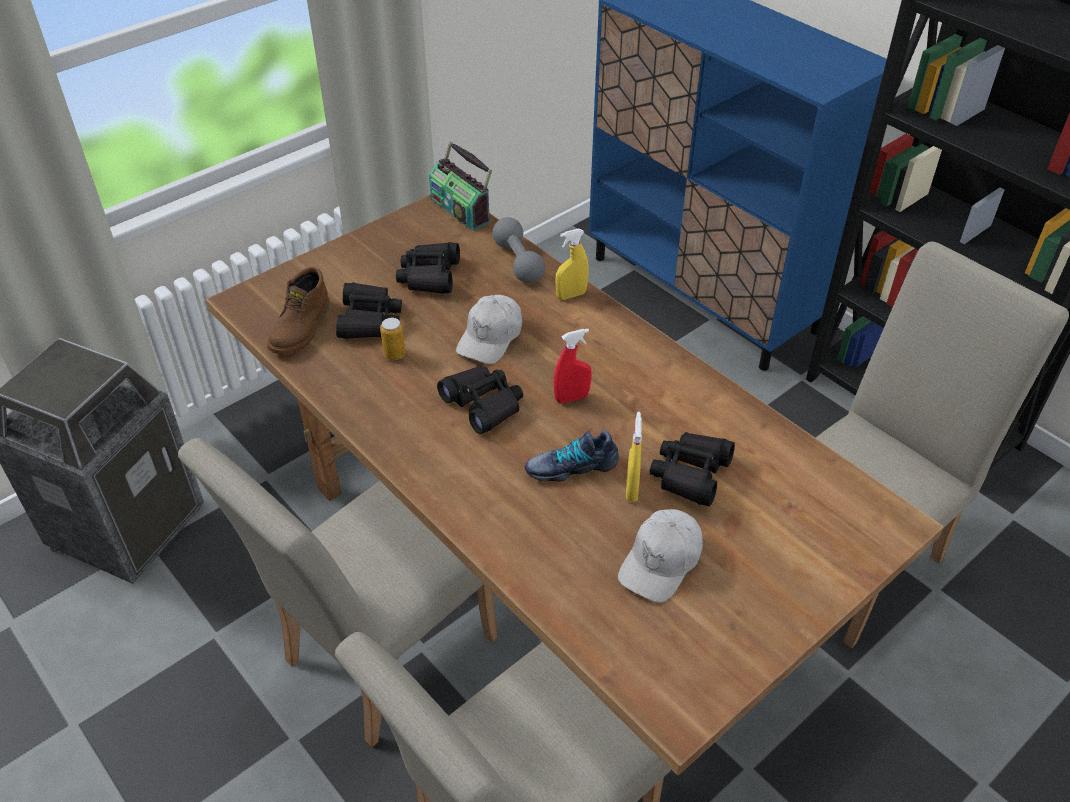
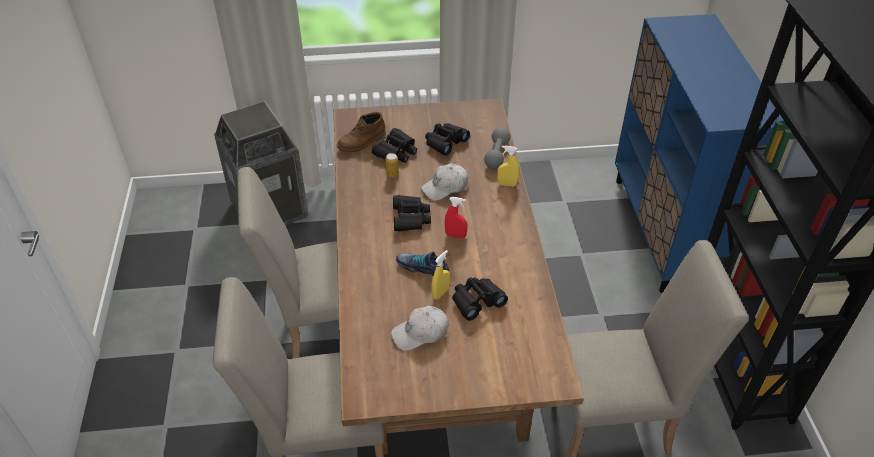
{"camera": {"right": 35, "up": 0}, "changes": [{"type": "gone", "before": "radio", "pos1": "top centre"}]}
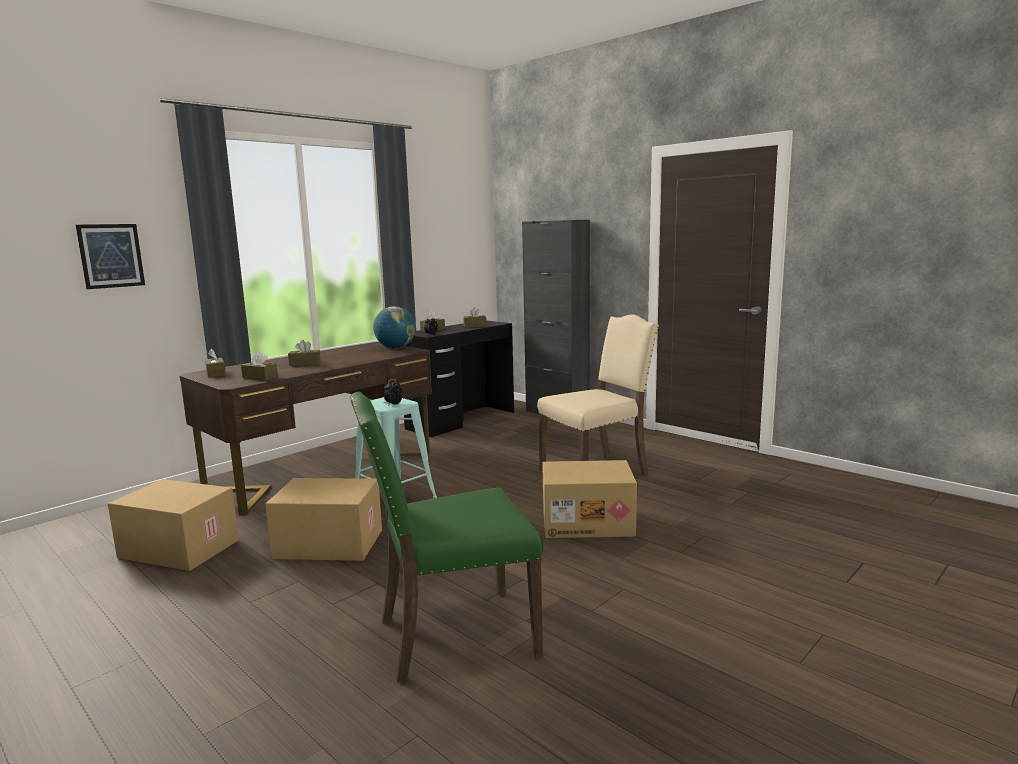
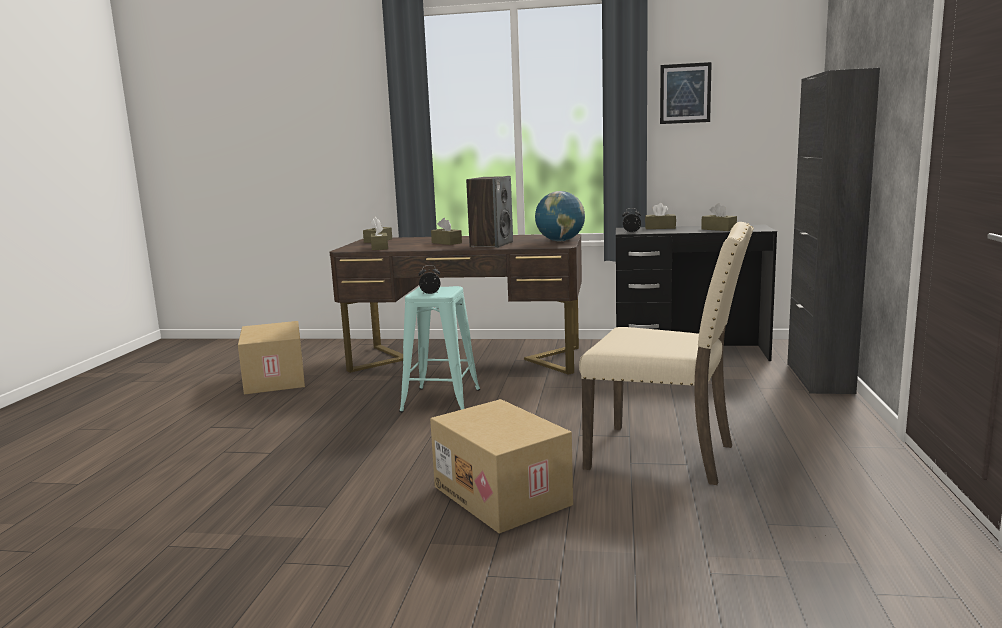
{"camera": {"right": 55, "up": 0}, "changes": [{"type": "new", "after": "speaker", "pos2": "centre"}, {"type": "shifted", "before": "picture", "pos1": "middle left", "pos2": "top right"}, {"type": "gone", "before": "cardboard box (no. 2 from left)", "pos1": "bottom left"}, {"type": "gone", "before": "green chair", "pos1": "bottom centre"}]}
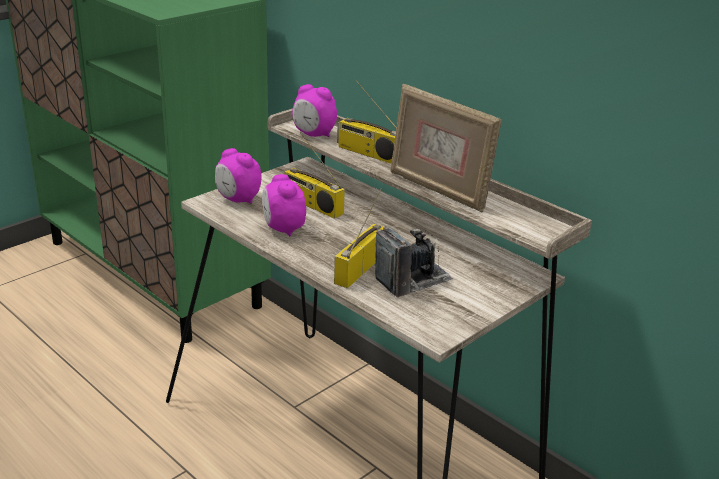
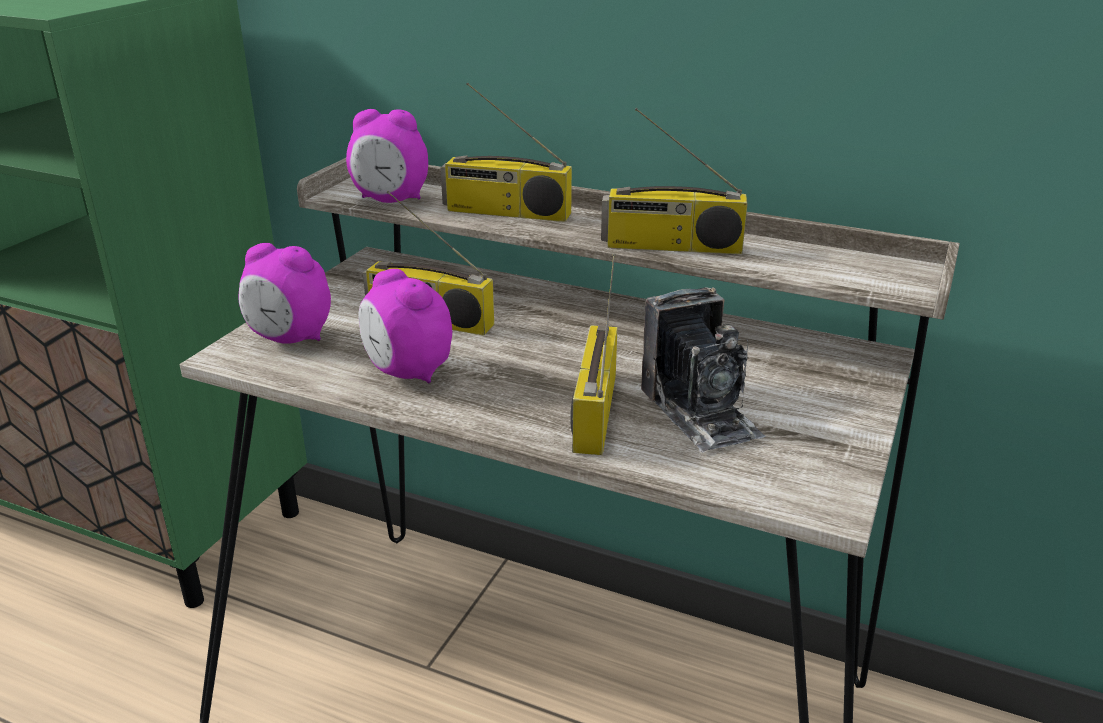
{"camera": {"right": -20, "up": 0}, "changes": [{"type": "swapped", "before": "picture frame", "after": "radio (no. 4 from left)", "pos1": "top centre", "pos2": "top centre"}, {"type": "rotated", "before": "photo camera", "pos1": "centre", "pos2": "centre", "turn": 120}]}
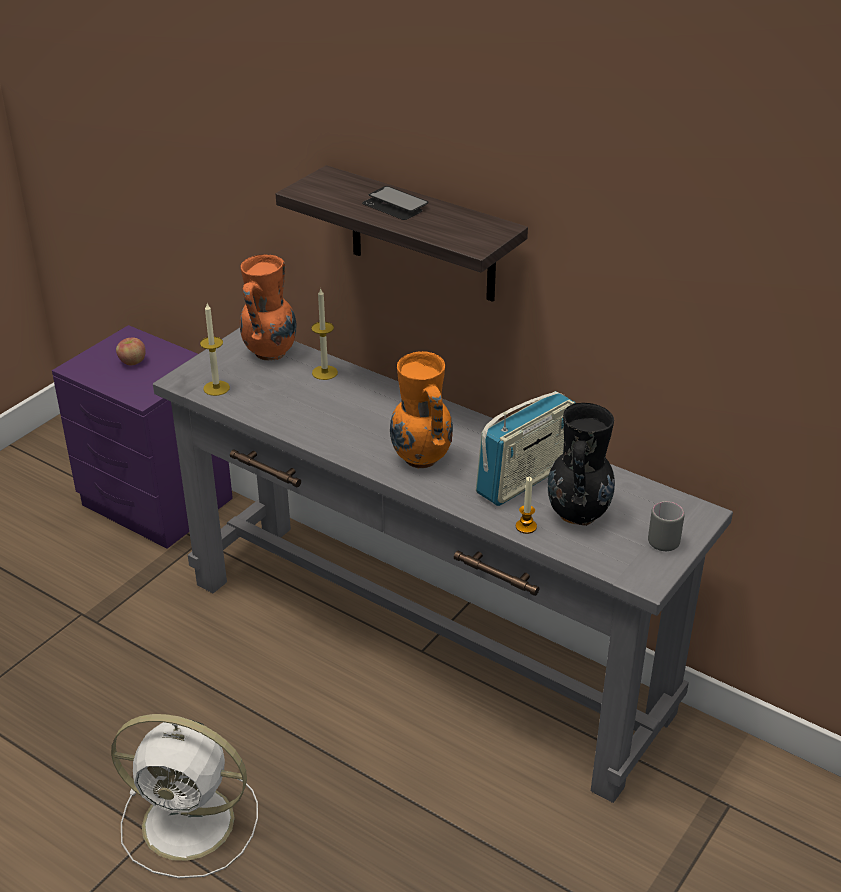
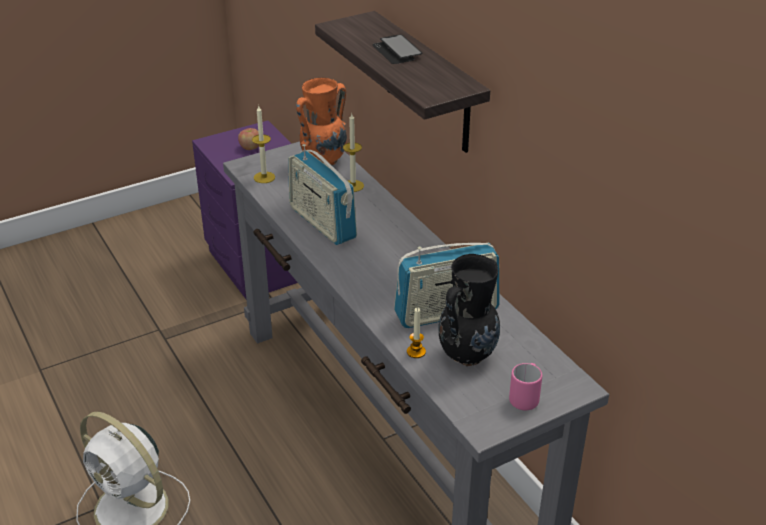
{"camera": {"right": 25, "up": 0}, "changes": [{"type": "new", "after": "radio (no. 1 from left)", "pos2": "centre"}, {"type": "repainted", "before": "grey mug", "after": "pink mug", "pos1": "middle right", "pos2": "bottom right"}, {"type": "gone", "before": "orange vase (no. 2 from left)", "pos1": "centre"}]}
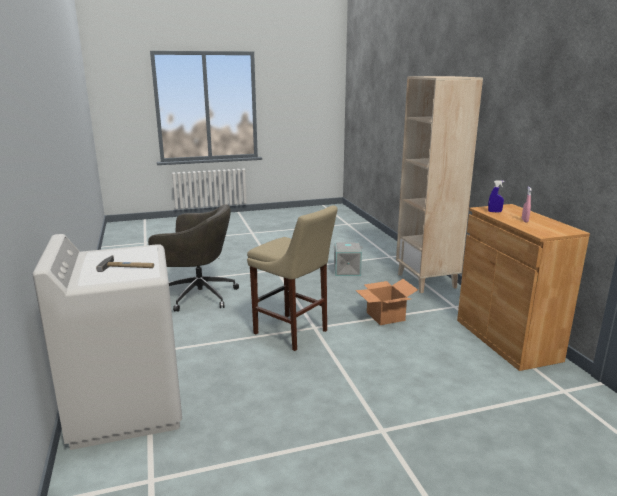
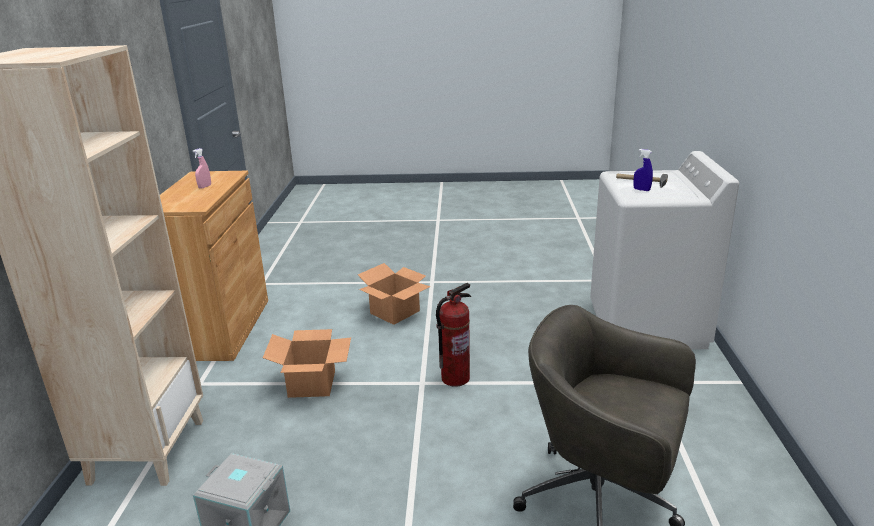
{"camera": {"right": -160, "up": 5}, "changes": [{"type": "new", "after": "cardboard box (no. 2 from left)", "pos2": "centre"}, {"type": "swapped", "before": "beige stool", "after": "fire extinguisher", "pos1": "centre", "pos2": "centre"}, {"type": "shifted", "before": "blue spray bottle", "pos1": "middle right", "pos2": "top right"}]}
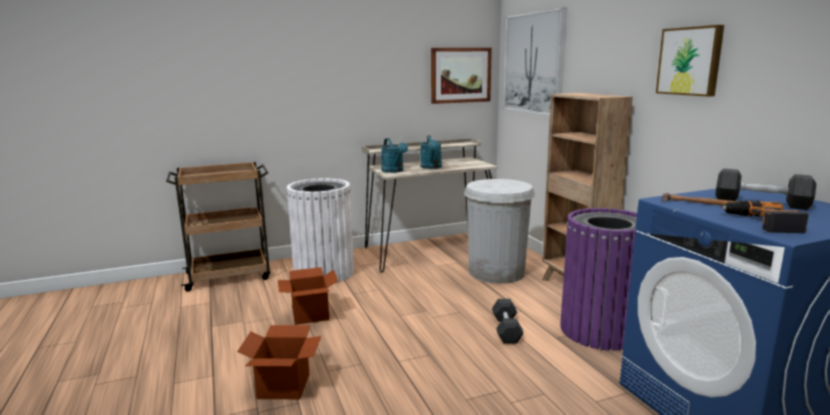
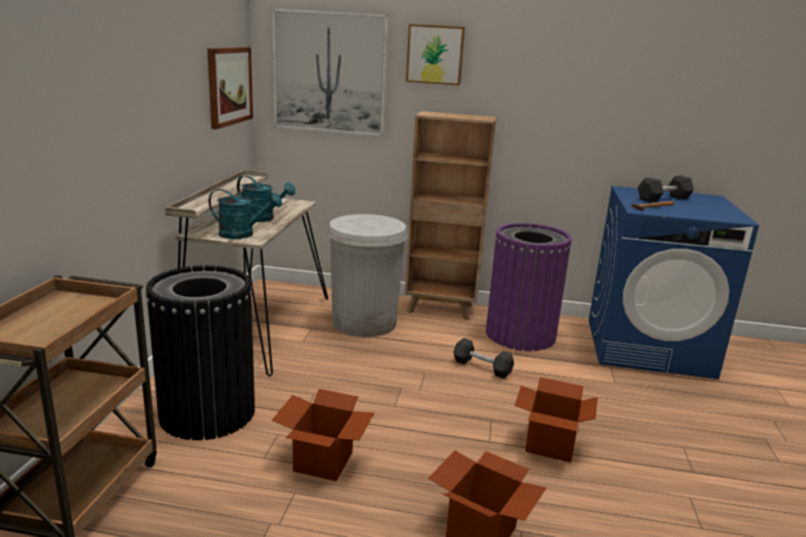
{"camera": {"right": -60, "up": 5}, "changes": [{"type": "repainted", "before": "white trash can (no. 1 from left)", "after": "black trash can", "pos1": "centre", "pos2": "middle left"}, {"type": "shifted", "before": "picture (no. 3 from left)", "pos1": "top right", "pos2": "top centre"}, {"type": "new", "after": "cardboard box (no. 3 from left)", "pos2": "bottom right"}, {"type": "gone", "before": "power drill", "pos1": "middle right"}]}
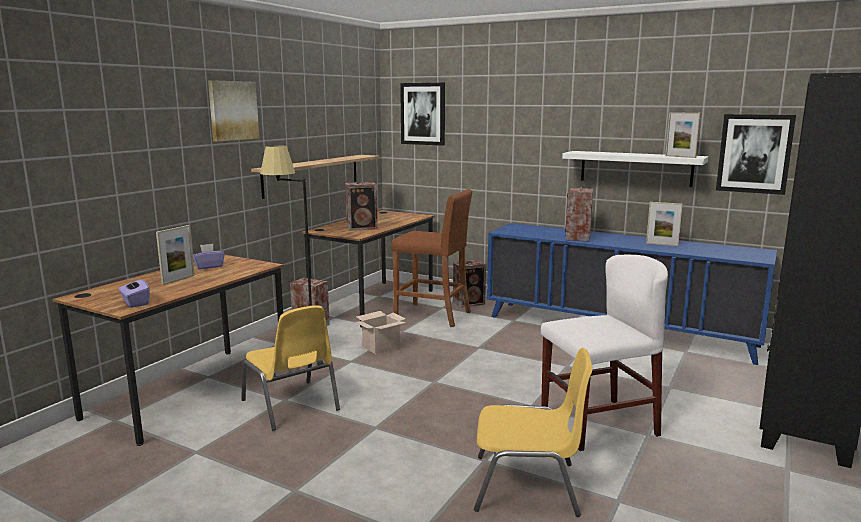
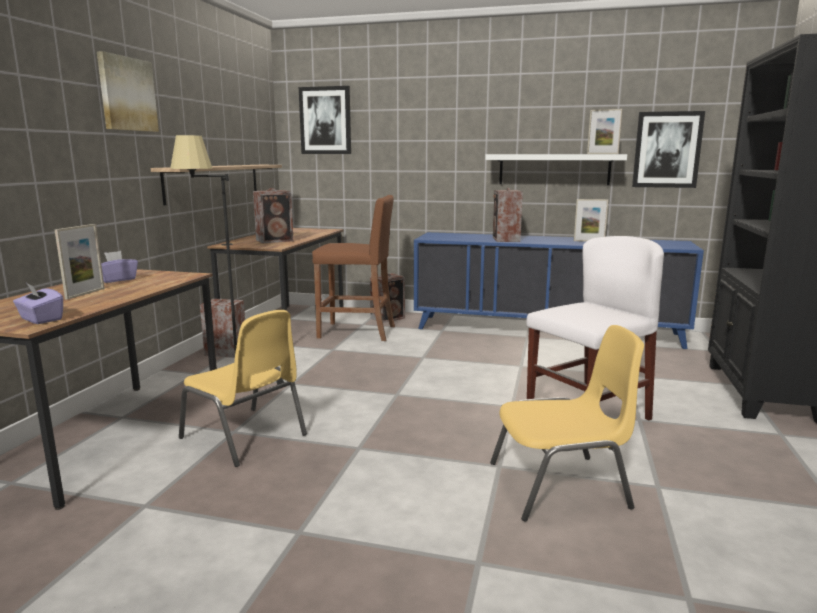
{"camera": {"right": -15, "up": 0}, "changes": [{"type": "gone", "before": "cardboard box", "pos1": "centre"}]}
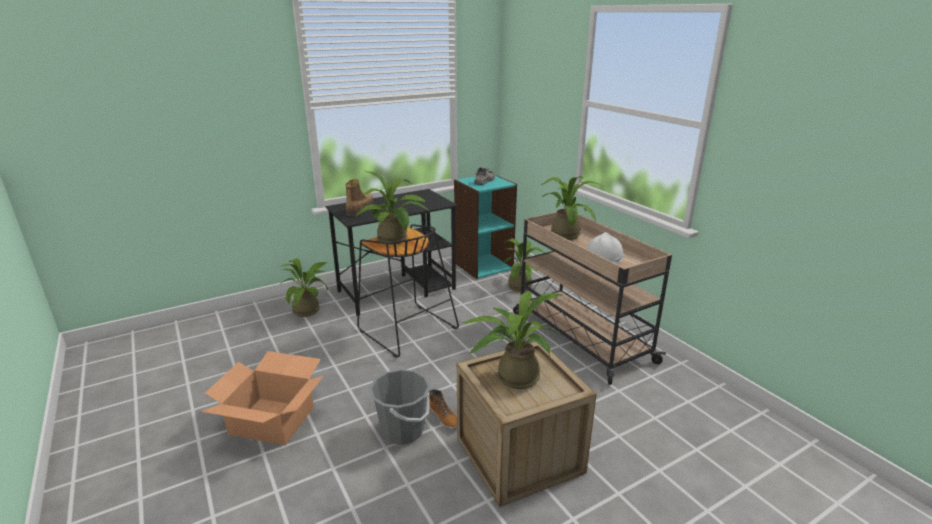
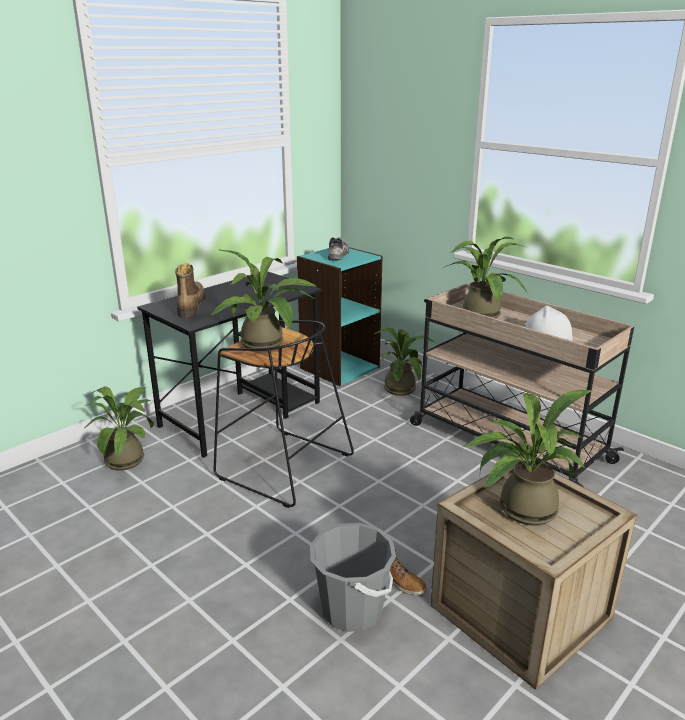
{"camera": {"right": -15, "up": 0}, "changes": [{"type": "gone", "before": "cardboard box", "pos1": "bottom left"}]}
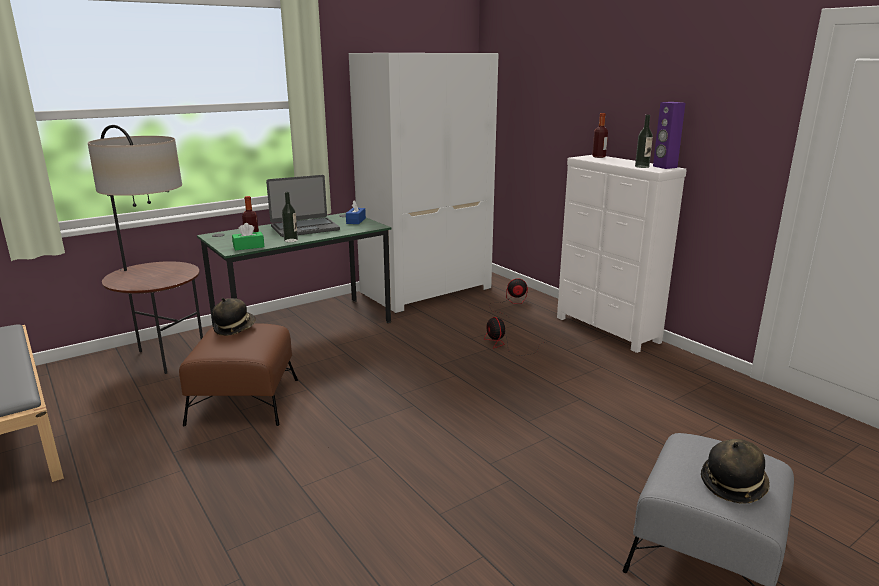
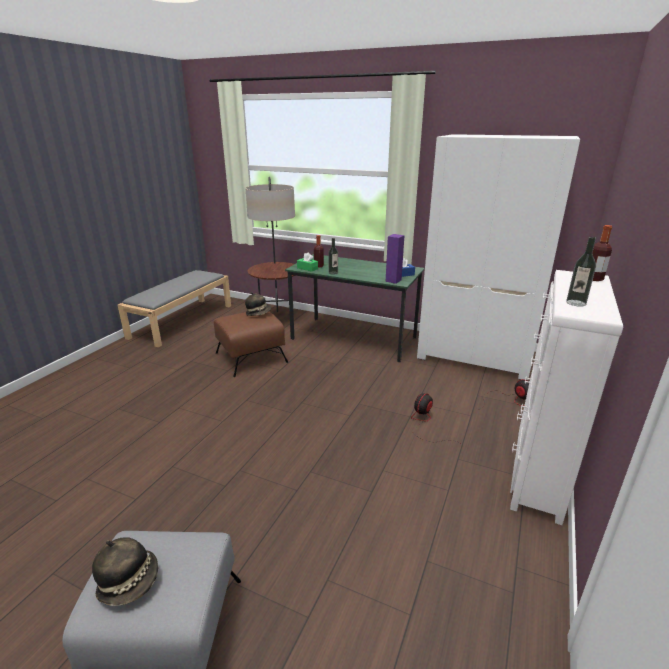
{"camera": {"right": 60, "up": 5}, "changes": [{"type": "shifted", "before": "purple speaker", "pos1": "top right", "pos2": "centre"}, {"type": "gone", "before": "laptop", "pos1": "centre"}]}
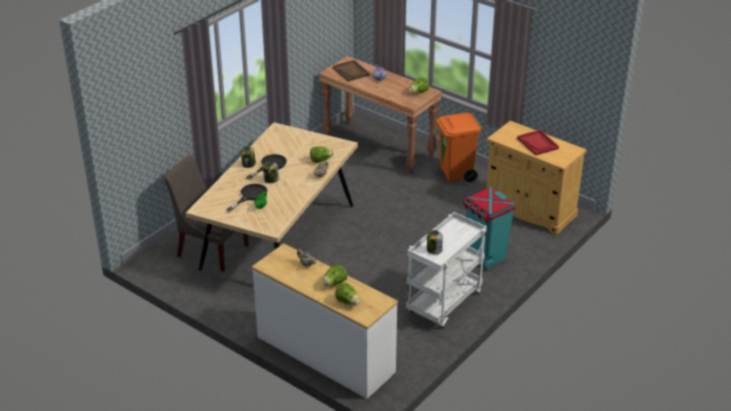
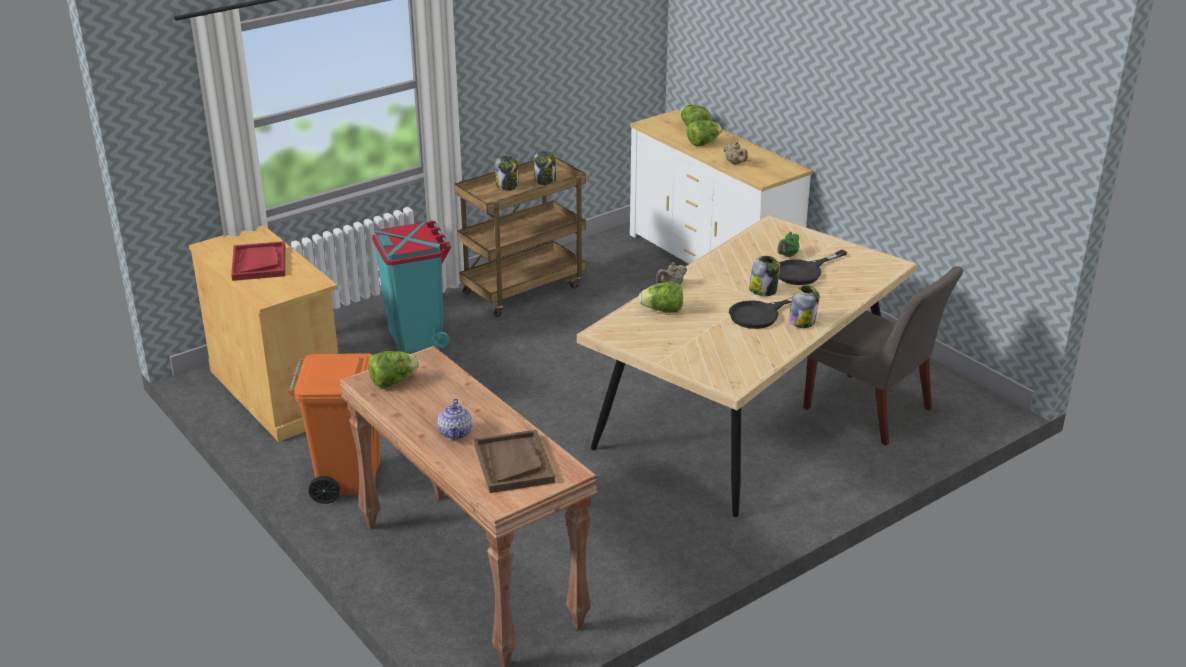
{"camera": {"right": -165, "up": -5}, "changes": [{"type": "repainted", "before": "white cart", "after": "brown cart", "pos1": "centre", "pos2": "centre"}, {"type": "new", "after": "jar (no. 1 from left)", "pos2": "top centre"}]}
